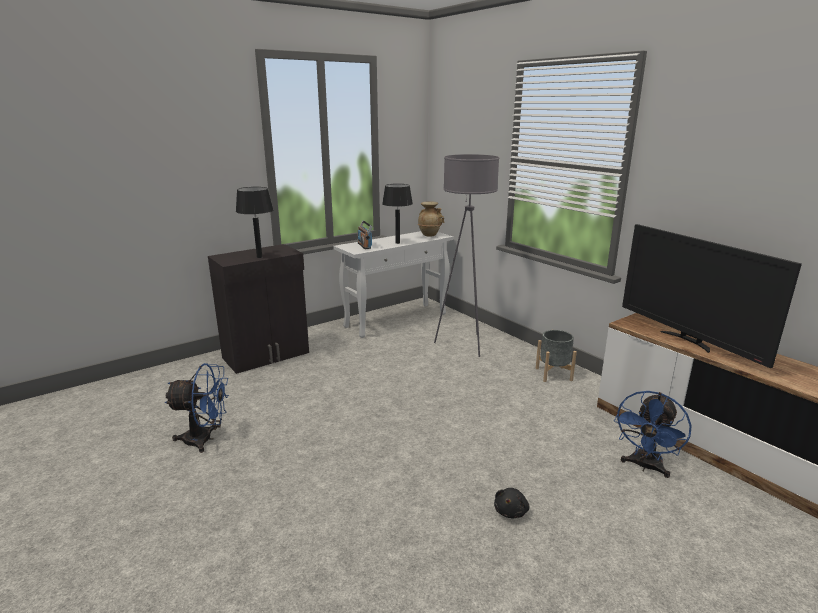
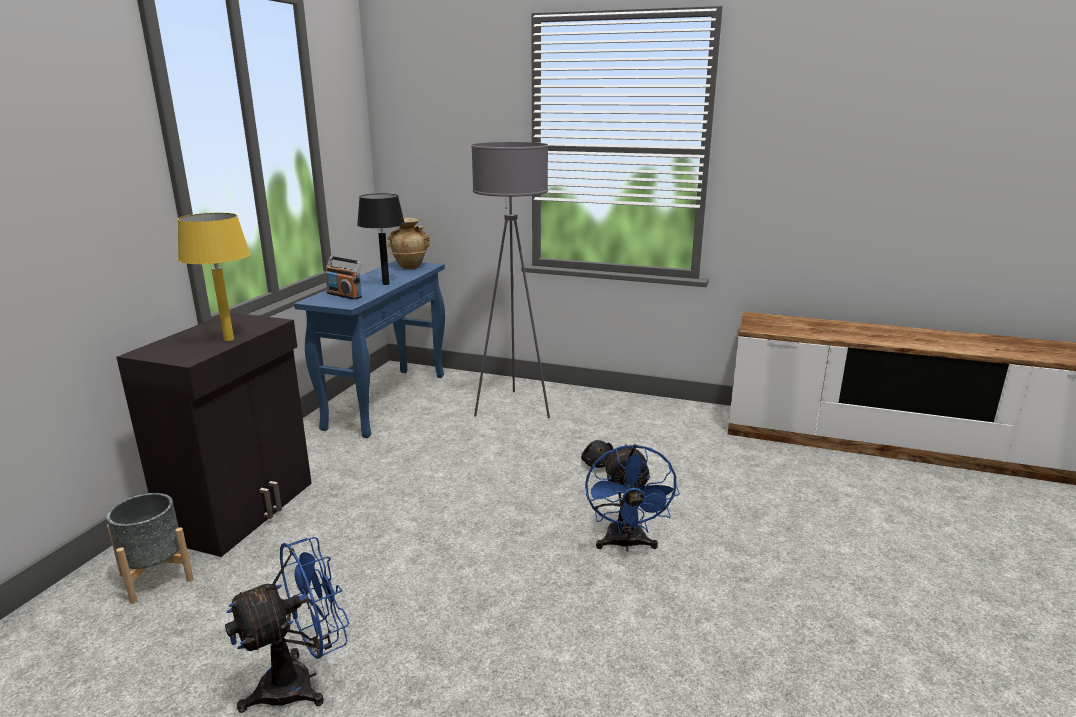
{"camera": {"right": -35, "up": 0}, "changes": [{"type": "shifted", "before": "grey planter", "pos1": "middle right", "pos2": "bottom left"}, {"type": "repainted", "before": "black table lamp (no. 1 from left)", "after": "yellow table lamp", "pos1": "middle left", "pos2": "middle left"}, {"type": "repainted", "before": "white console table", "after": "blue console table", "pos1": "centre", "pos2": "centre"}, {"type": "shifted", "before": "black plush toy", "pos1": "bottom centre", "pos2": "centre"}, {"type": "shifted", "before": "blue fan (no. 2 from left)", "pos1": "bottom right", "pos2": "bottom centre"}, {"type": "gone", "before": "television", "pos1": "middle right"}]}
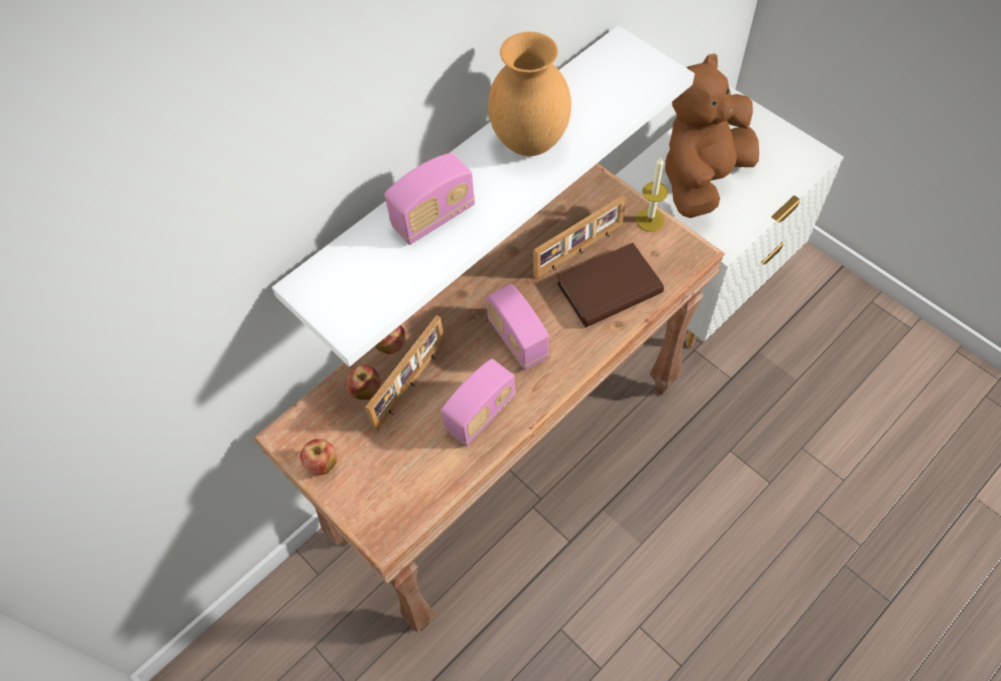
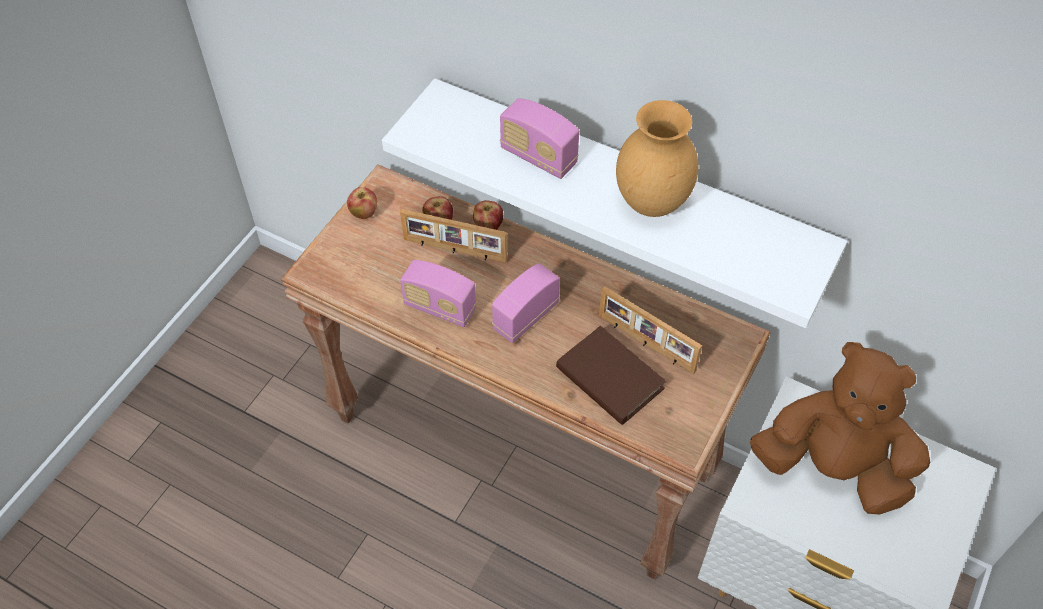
{"camera": {"right": 70, "up": -5}, "changes": [{"type": "gone", "before": "candle", "pos1": "top centre"}]}
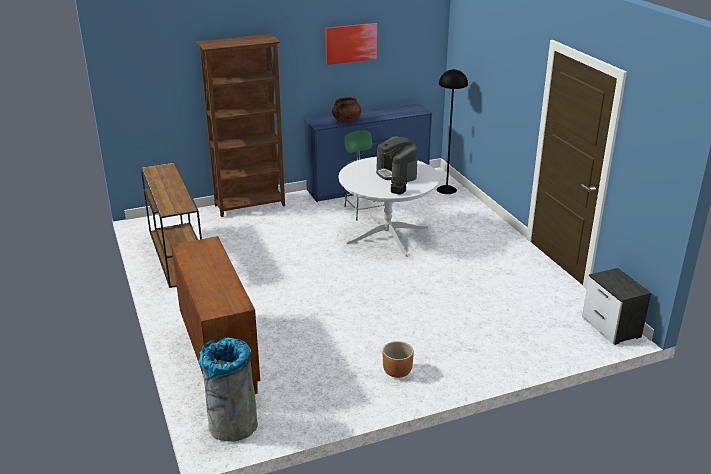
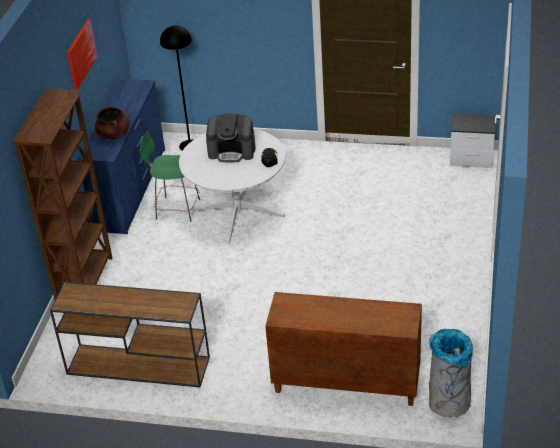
{"camera": {"right": -55, "up": 10}, "changes": [{"type": "gone", "before": "brown planter", "pos1": "bottom centre"}]}
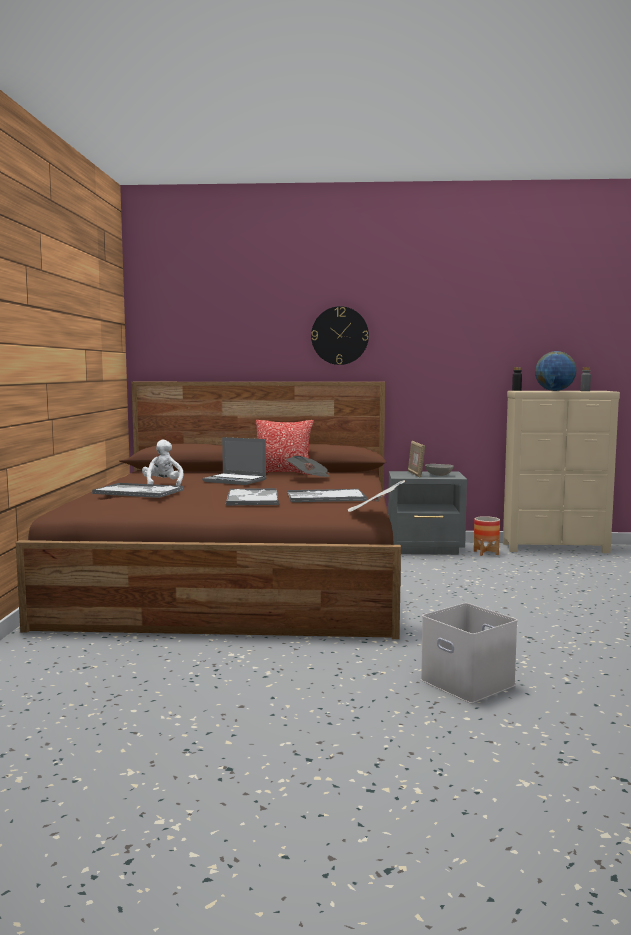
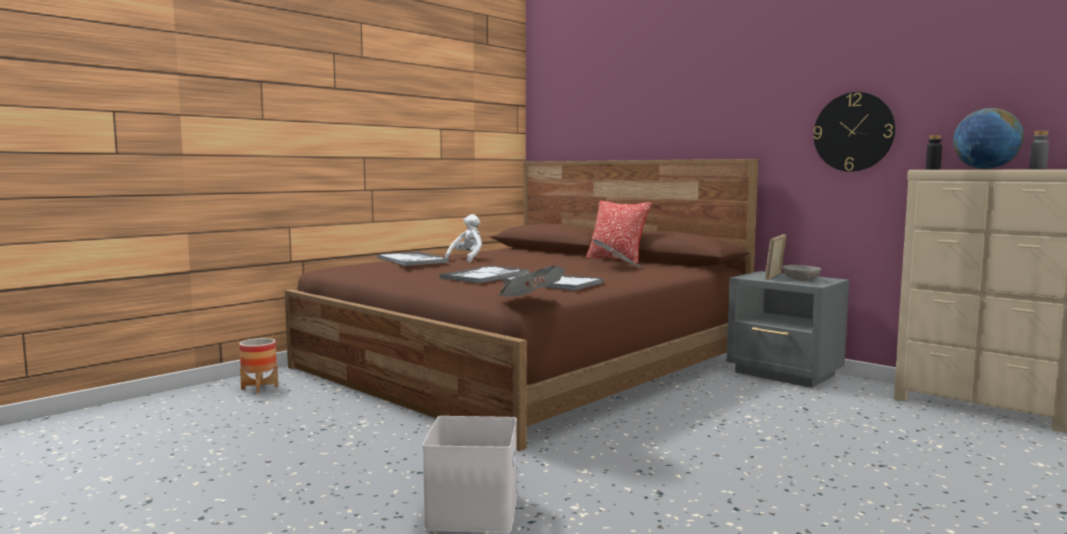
{"camera": {"right": 40, "up": 0}, "changes": [{"type": "shifted", "before": "planter", "pos1": "middle right", "pos2": "bottom left"}, {"type": "shifted", "before": "wall clock", "pos1": "centre", "pos2": "top right"}, {"type": "gone", "before": "laptop", "pos1": "centre"}]}
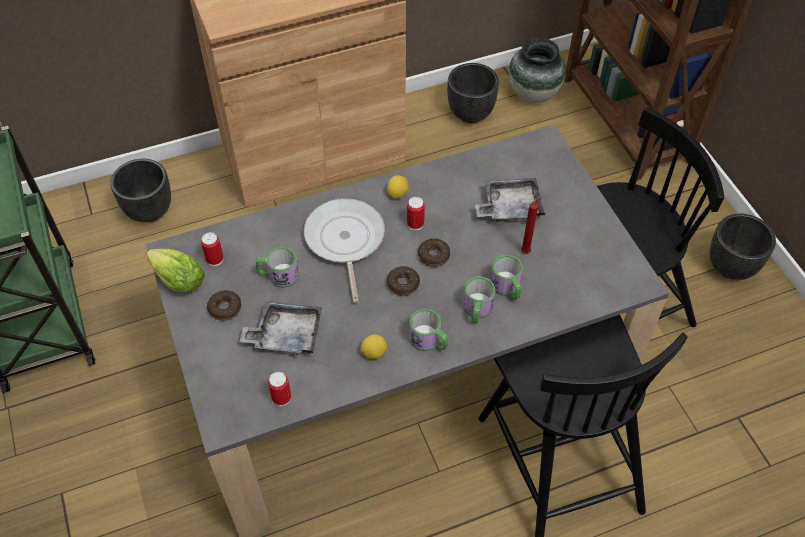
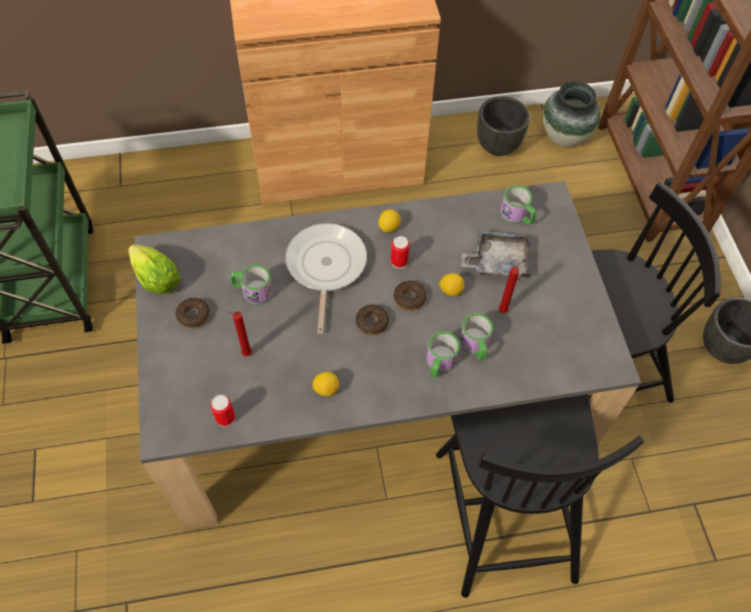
{"camera": {"right": 10, "up": 5}, "changes": [{"type": "swapped", "before": "grey tray (no. 1 from left)", "after": "red candle (no. 1 from left)", "pos1": "centre", "pos2": "middle left"}, {"type": "new", "after": "lemon (no. 3 from left)", "pos2": "centre"}, {"type": "shifted", "before": "mug (no. 2 from left in the first image)", "after": "mug (no. 4 from left)", "pos1": "centre", "pos2": "middle right"}, {"type": "gone", "before": "black planter (no. 1 from left)", "pos1": "middle left"}, {"type": "gone", "before": "can (no. 1 from left)", "pos1": "middle left"}]}
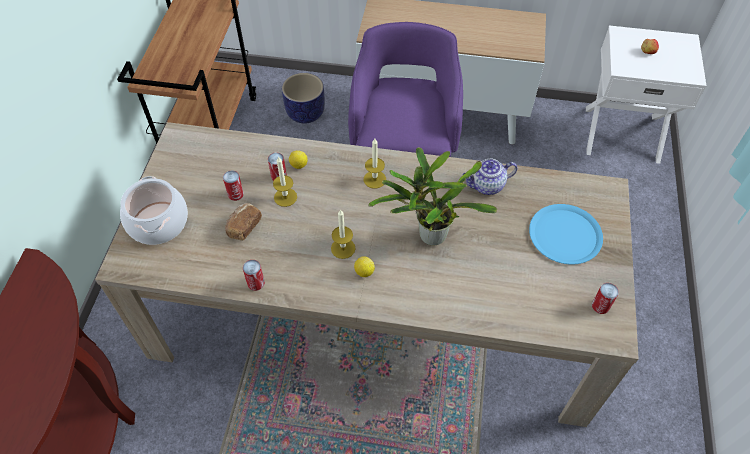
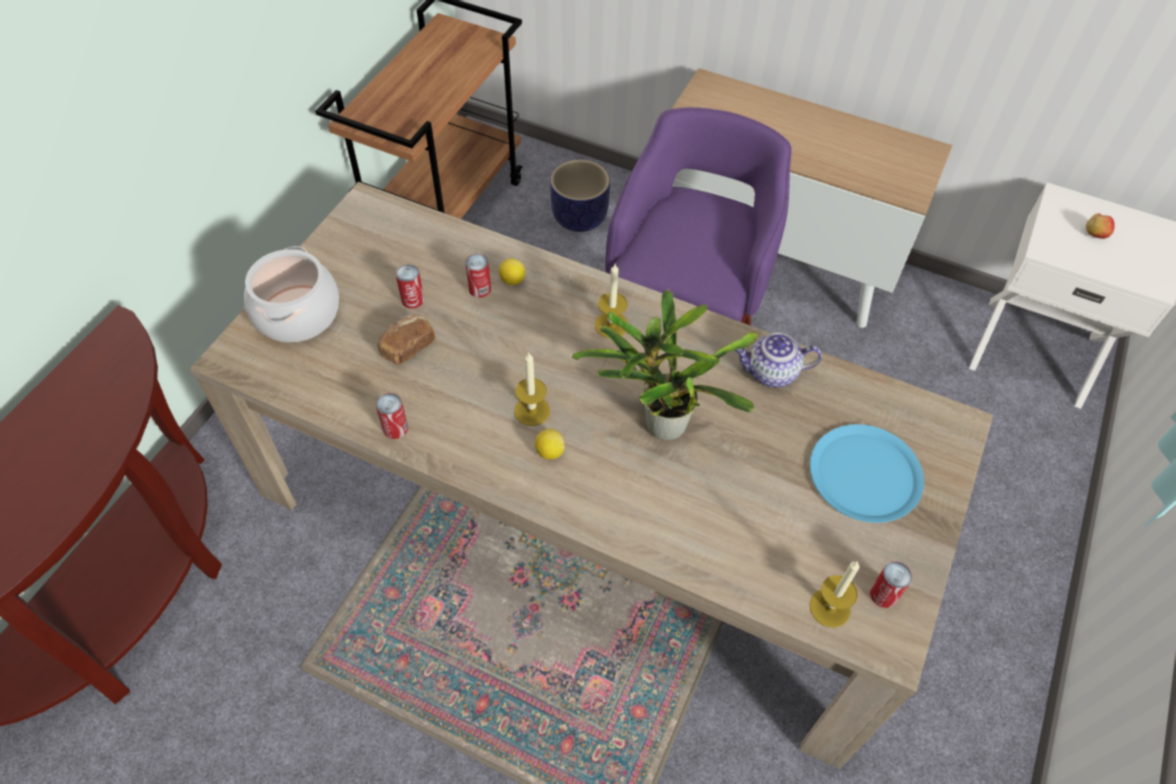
{"camera": {"right": 15, "up": 0}, "changes": [{"type": "shifted", "before": "candle (no. 1 from left in the first image)", "after": "candle (no. 3 from left)", "pos1": "centre", "pos2": "bottom right"}]}
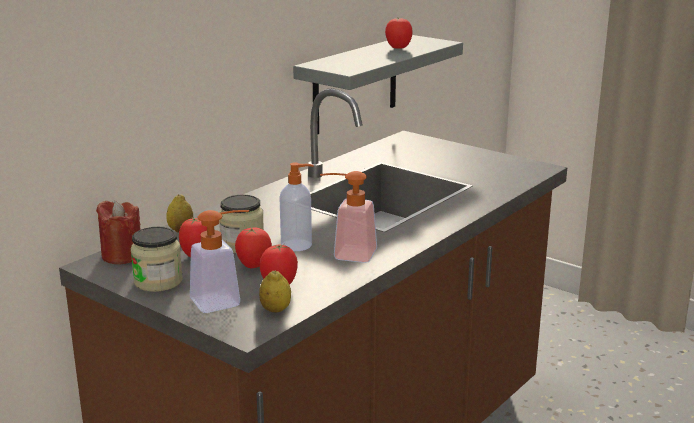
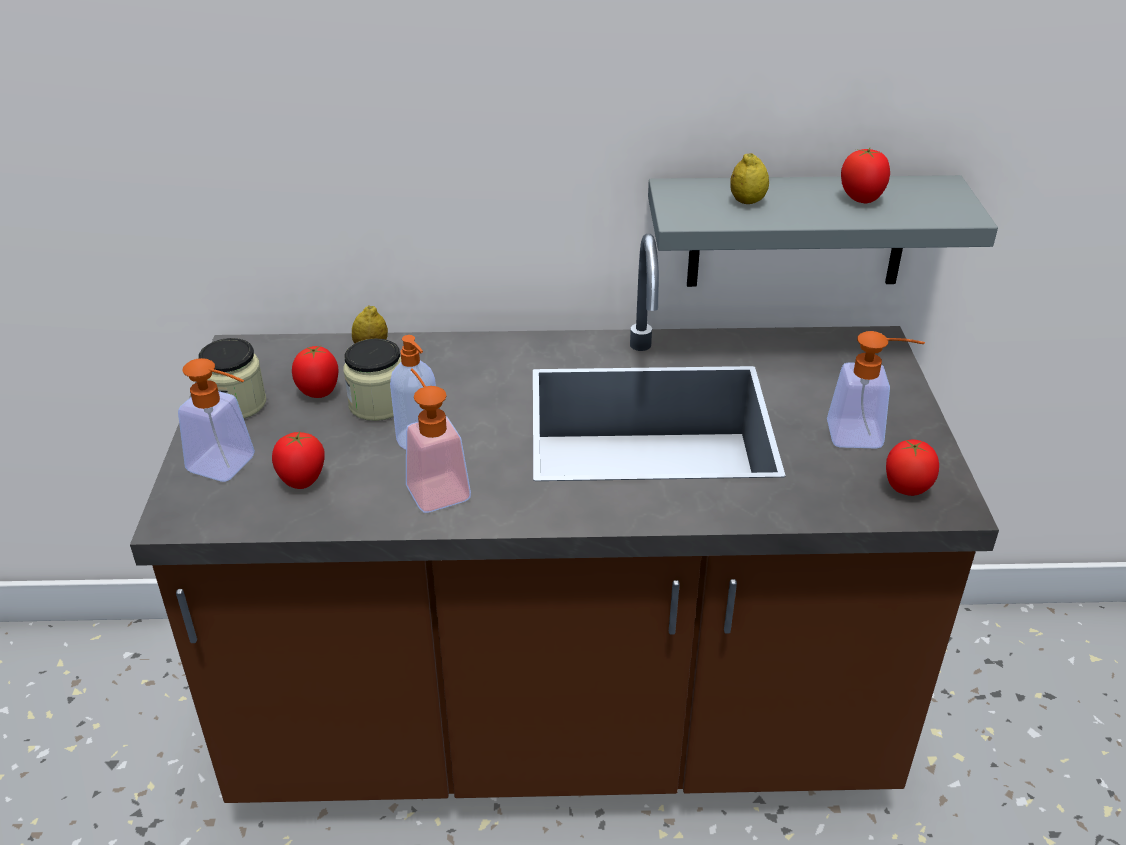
{"camera": {"right": 50, "up": 15}, "changes": [{"type": "shifted", "before": "lemon (no. 2 from left)", "pos1": "bottom centre", "pos2": "top centre"}, {"type": "new", "after": "soap dispenser (no. 4 from left)", "pos2": "middle right"}, {"type": "shifted", "before": "tomato (no. 2 from left in the first image)", "after": "tomato (no. 4 from left)", "pos1": "centre", "pos2": "middle right"}, {"type": "gone", "before": "red candle", "pos1": "middle left"}]}
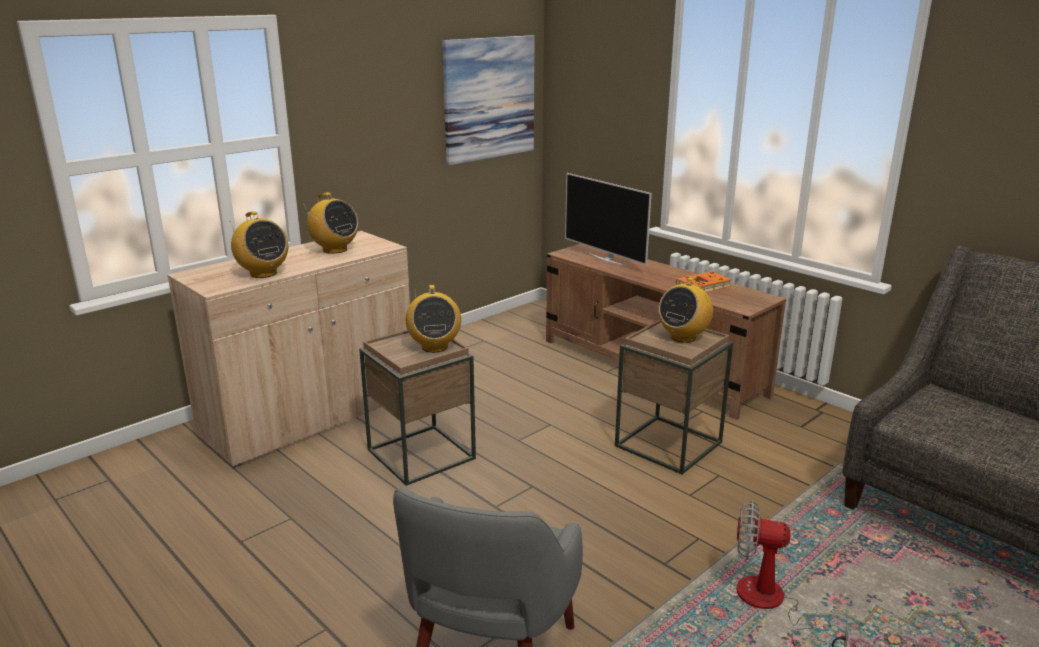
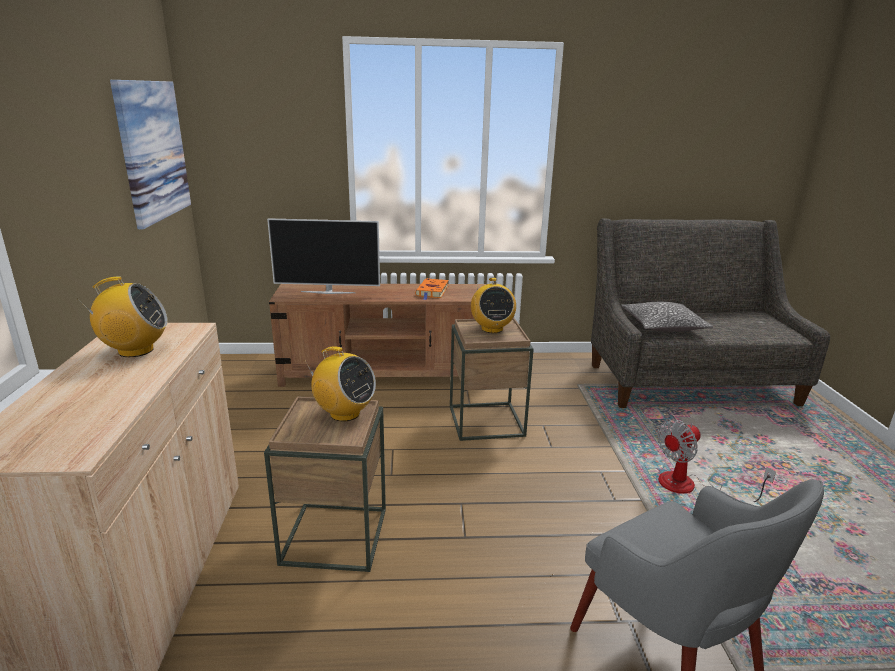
{"camera": {"right": -50, "up": 0}, "changes": [{"type": "new", "after": "pillow", "pos2": "middle right"}, {"type": "gone", "before": "radio (no. 1 from left)", "pos1": "middle left"}]}
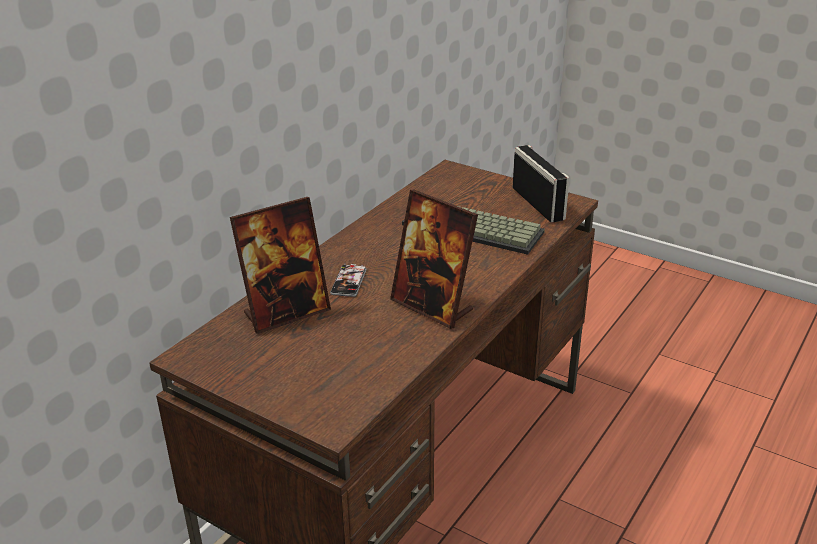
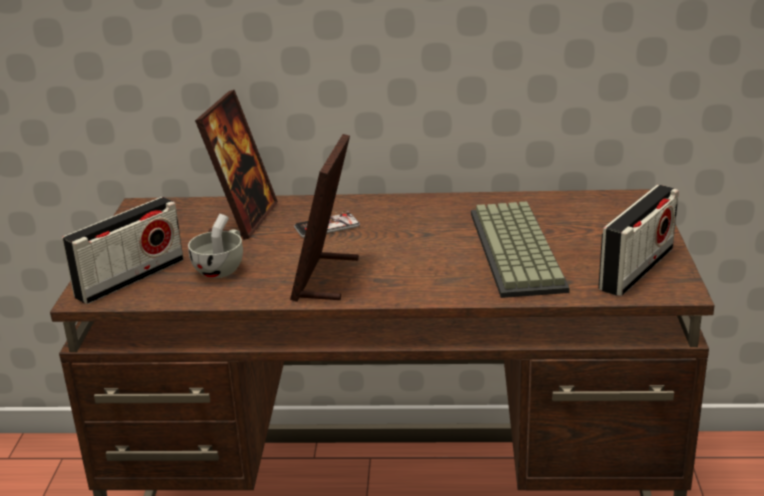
{"camera": {"right": 60, "up": -5}, "changes": [{"type": "new", "after": "radio (no. 1 from left)", "pos2": "middle left"}, {"type": "new", "after": "white cup", "pos2": "middle left"}, {"type": "rotated", "before": "picture frame (no. 1 from left)", "pos1": "centre", "pos2": "top left", "turn": -105}]}
